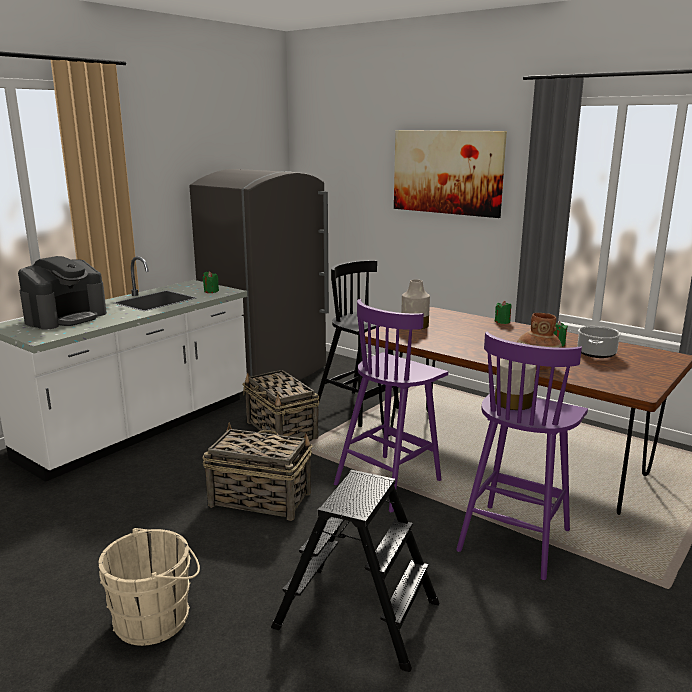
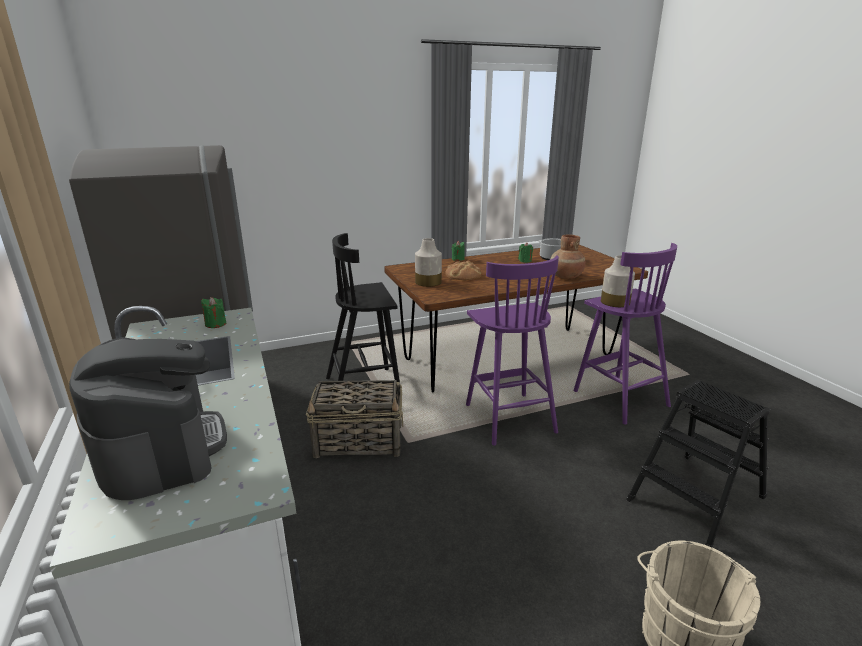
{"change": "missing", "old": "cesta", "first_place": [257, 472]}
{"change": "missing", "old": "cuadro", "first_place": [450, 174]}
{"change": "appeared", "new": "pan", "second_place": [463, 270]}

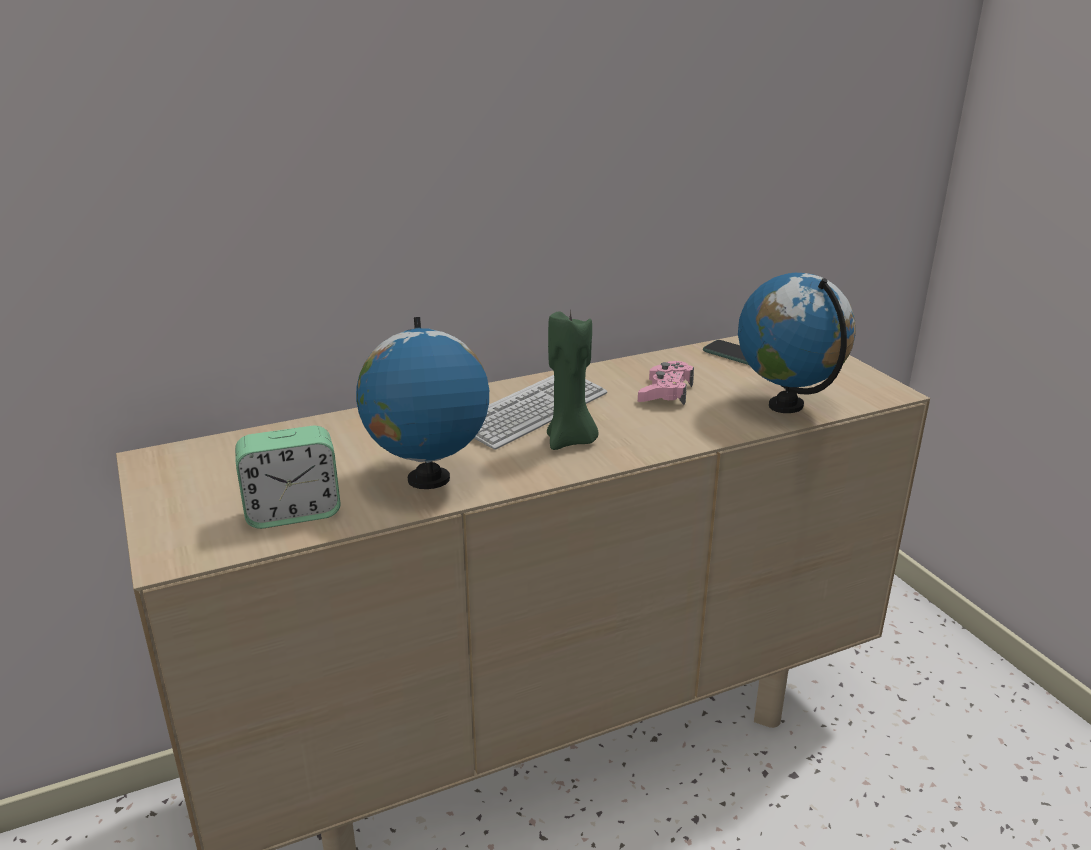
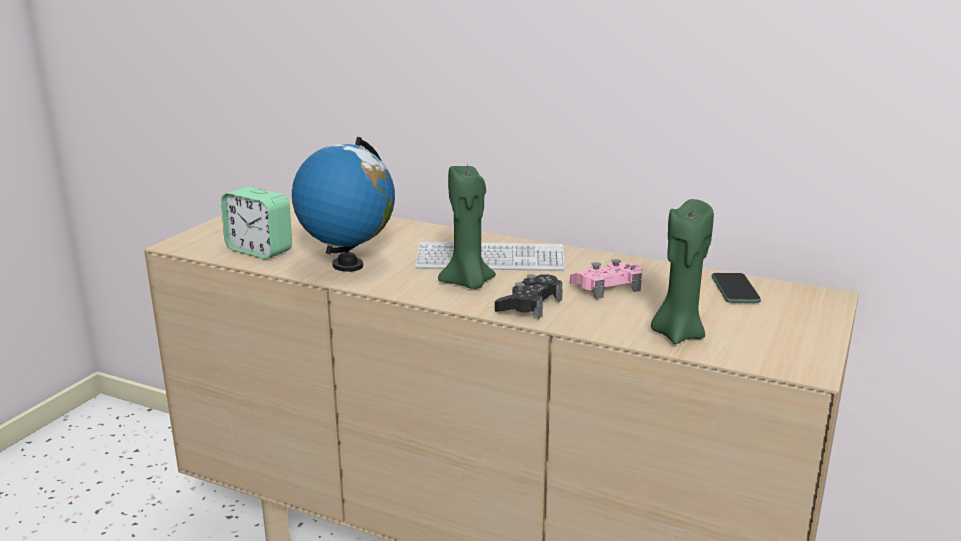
{"change": "appeared", "new": "mando de consola/negro", "second_place": [528, 296]}
{"change": "exchanged", "old": "globo terráqueo", "new": "vela/verde", "first_place": [797, 343], "second_place": [682, 271]}

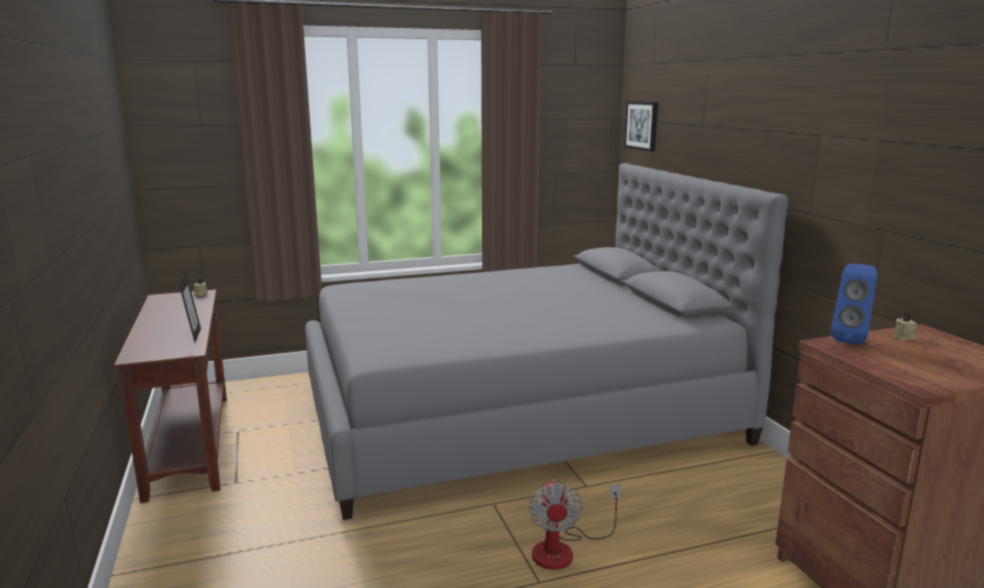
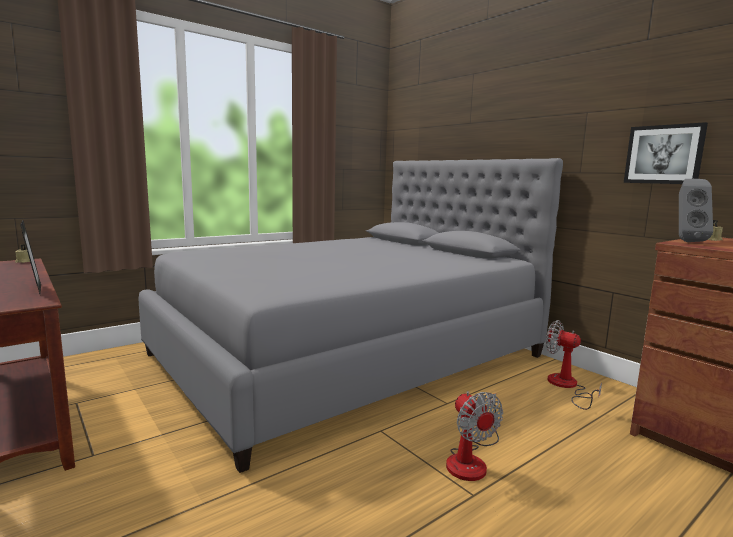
{"change": "appeared", "new": "ventilador", "second_place": [574, 365]}
{"change": "relocated", "old": "cuadro", "first_place": [641, 126], "second_place": [666, 153]}
{"change": "colour", "old": "altavoz/azul", "new": "altavoz/gris", "first_place": [854, 304], "second_place": [696, 210]}

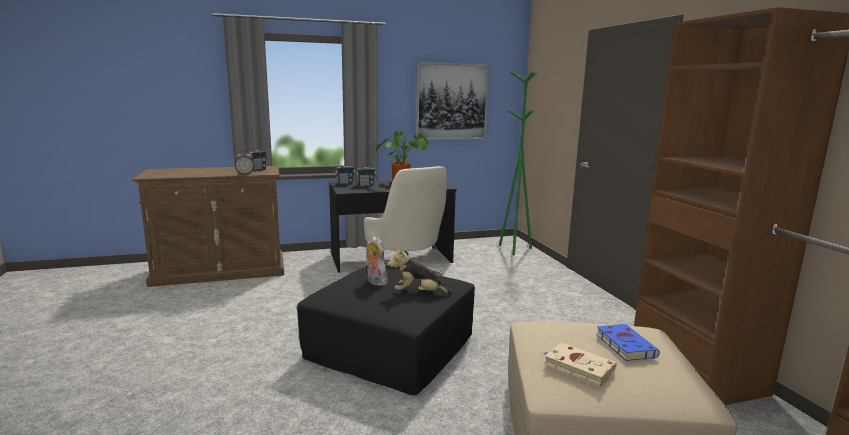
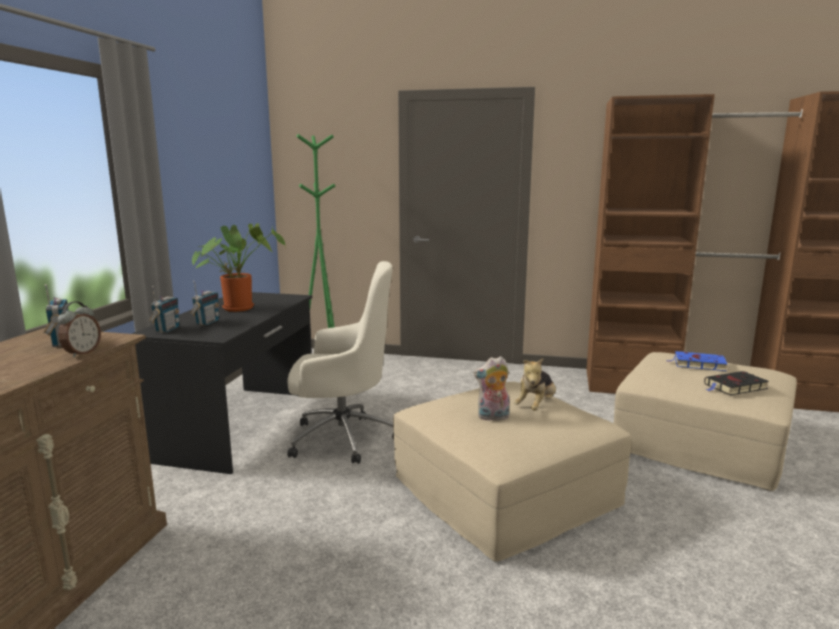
{"change": "missing", "old": "cuadro", "first_place": [452, 101]}
{"change": "colour", "old": "puf/negro", "new": "puf/beis", "first_place": [386, 330], "second_place": [512, 472]}
{"change": "colour", "old": "libro/beis", "new": "libro/negro", "first_place": [579, 365], "second_place": [736, 383]}

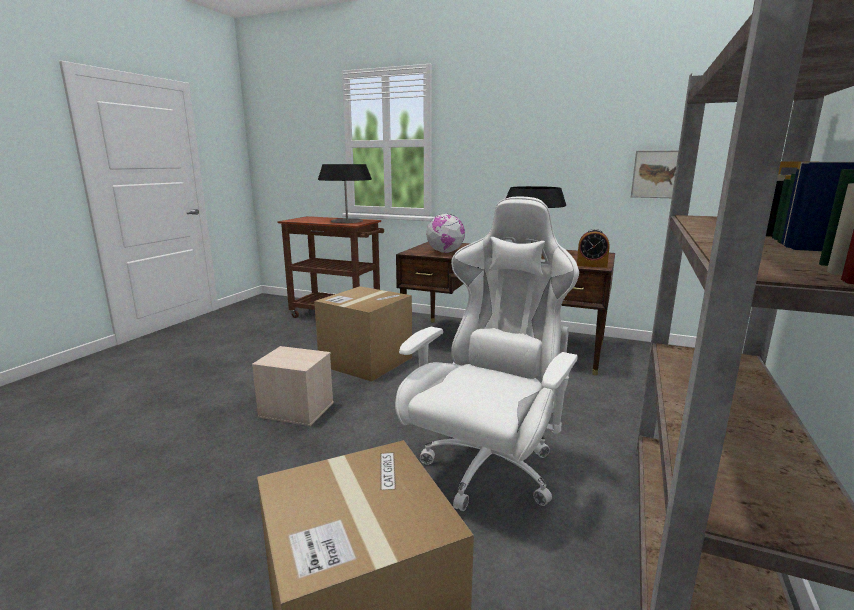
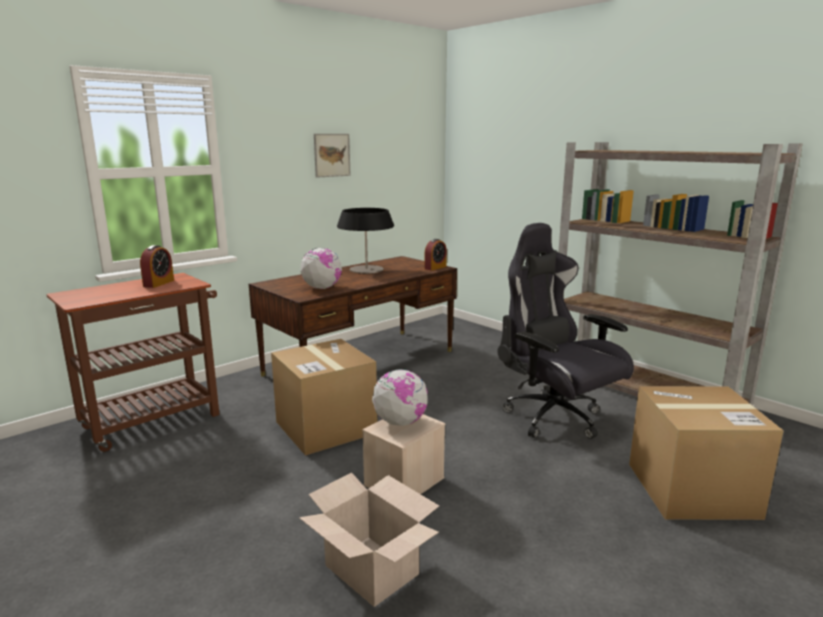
{"change": "appeared", "new": "caja de cartón", "second_place": [369, 539]}
{"change": "appeared", "new": "globo terráqueo", "second_place": [400, 397]}
{"change": "relocated", "old": "cuadro", "first_place": [655, 174], "second_place": [332, 156]}
{"change": "exchanged", "old": "lámpara de mesa", "new": "despertador", "first_place": [345, 193], "second_place": [157, 266]}
{"change": "colour", "old": "silla de oficina/blanco", "new": "silla de oficina/negro", "first_place": [487, 353], "second_place": [565, 331]}

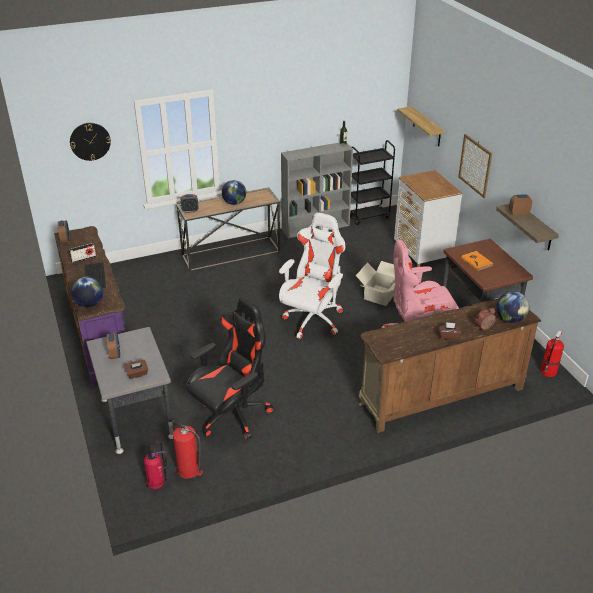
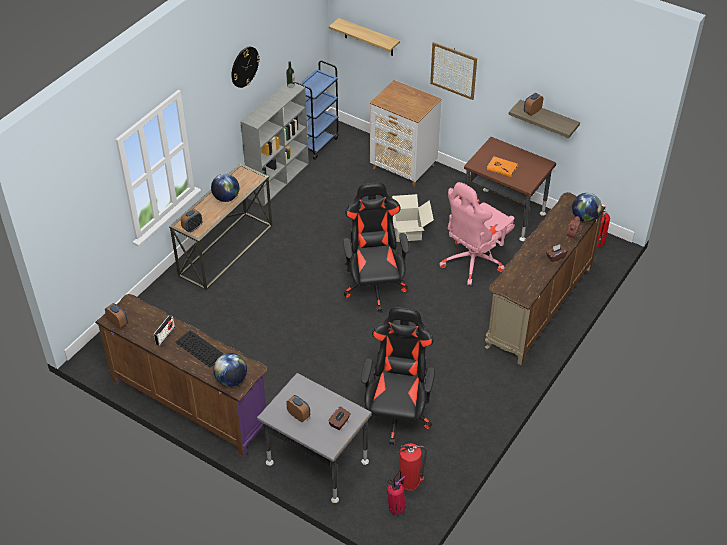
{"change": "relocated", "old": "reloj de pared", "first_place": [90, 142], "second_place": [246, 67]}
{"change": "colour", "old": "silla de oficina/blanco", "new": "silla de oficina/negro", "first_place": [312, 276], "second_place": [376, 247]}
{"change": "colour", "old": "carrito/negro", "new": "carrito/azul", "first_place": [372, 182], "second_place": [317, 110]}

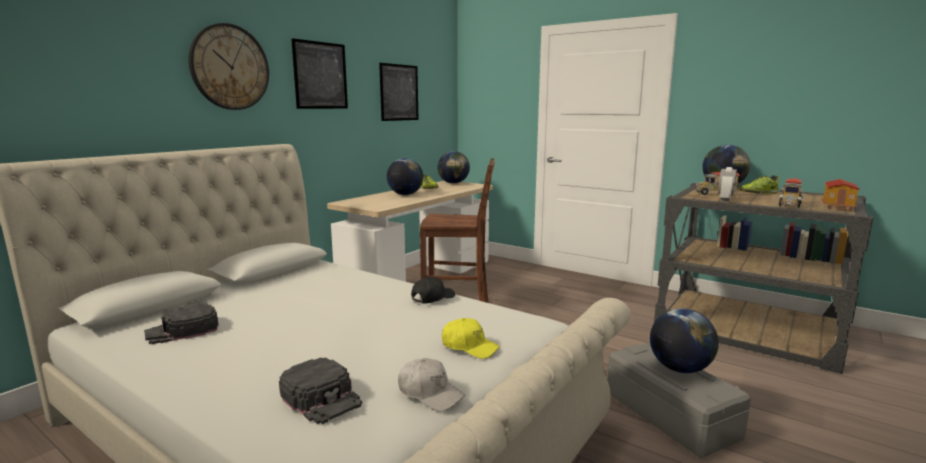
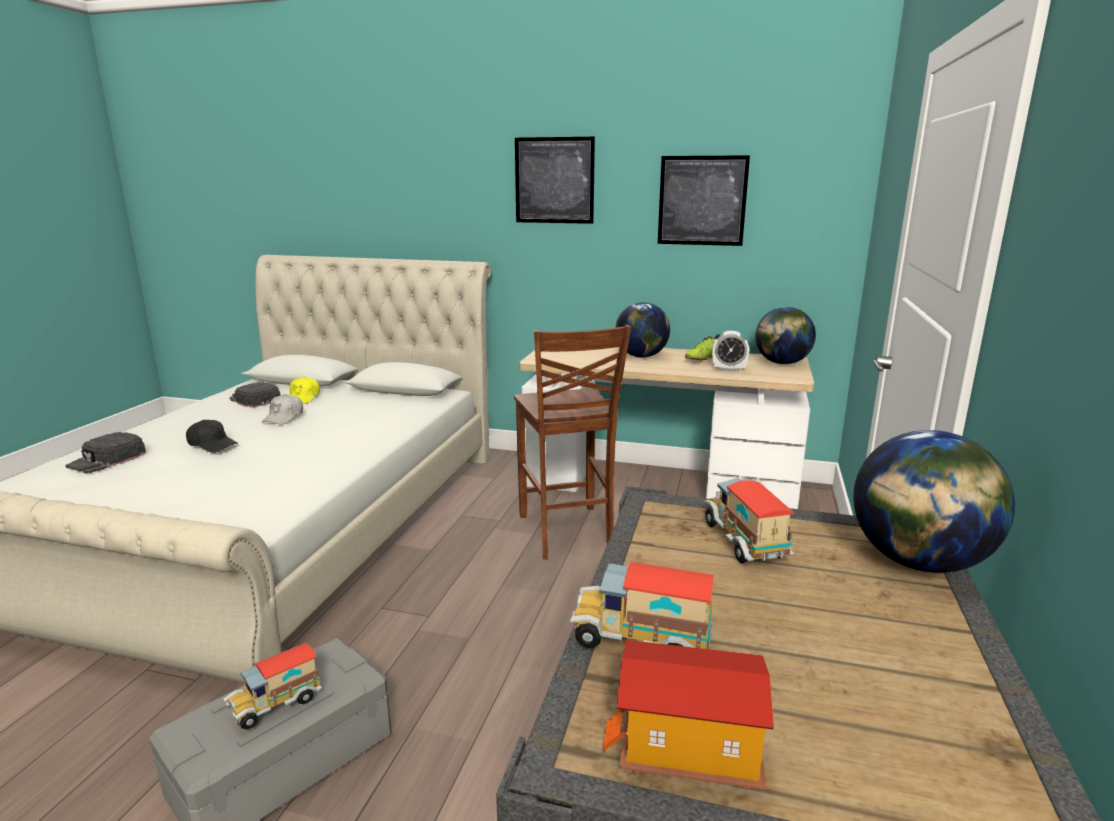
{"change": "missing", "old": "reloj de pared", "first_place": [229, 66]}
{"change": "missing", "old": "zapato", "first_place": [759, 184]}
{"change": "relocated", "old": "gorra/blanco", "first_place": [431, 385], "second_place": [282, 409]}
{"change": "relocated", "old": "gorra/negro", "first_place": [433, 290], "second_place": [212, 436]}
{"change": "relocated", "old": "gorra/amarillo", "first_place": [471, 338], "second_place": [305, 390]}
{"change": "relocated", "old": "despertador", "first_place": [727, 184], "second_place": [730, 351]}
{"change": "exchanged", "old": "globo terráqueo", "new": "camión de juguete", "first_place": [684, 340], "second_place": [273, 686]}

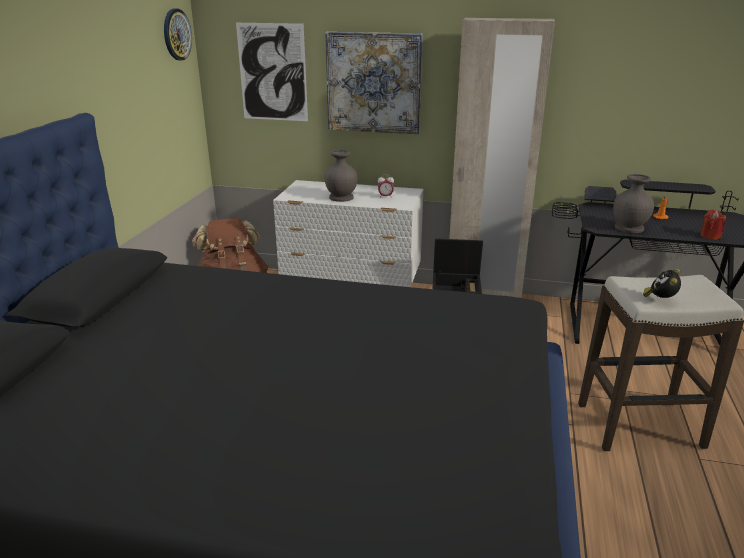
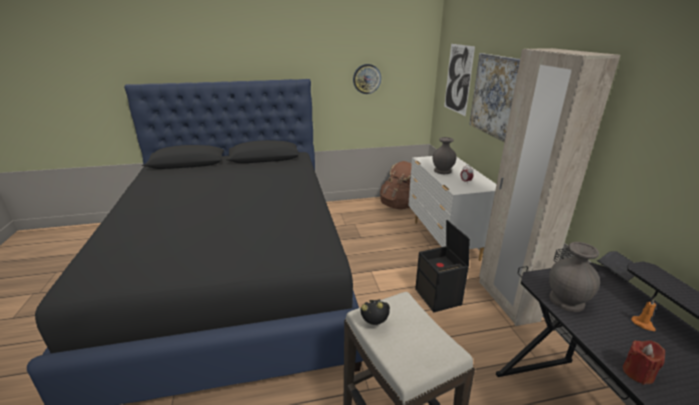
{"change": "relocated", "old": "reloj de pared", "first_place": [178, 34], "second_place": [367, 79]}

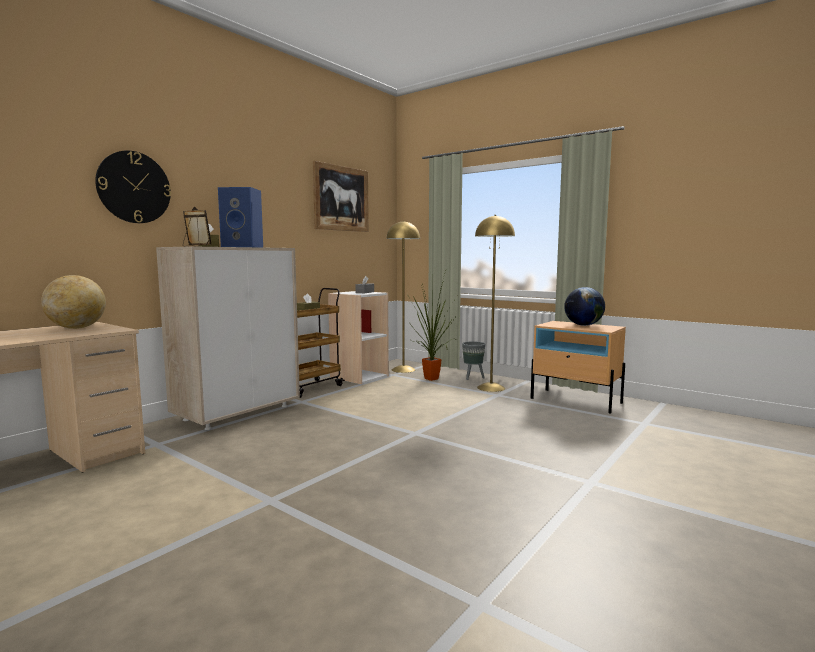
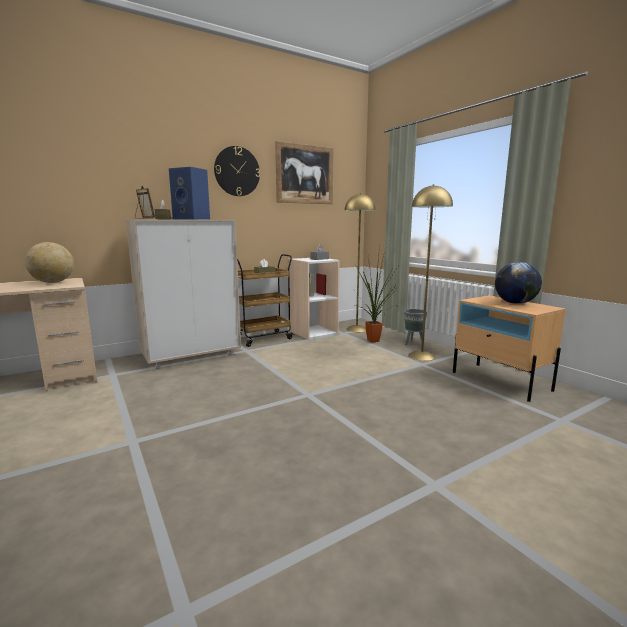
{"change": "relocated", "old": "reloj de pared", "first_place": [133, 187], "second_place": [237, 171]}

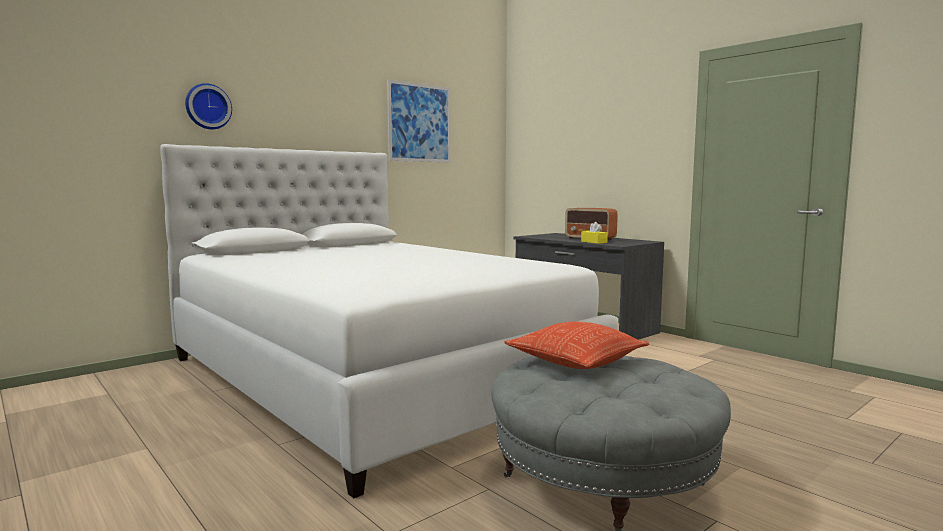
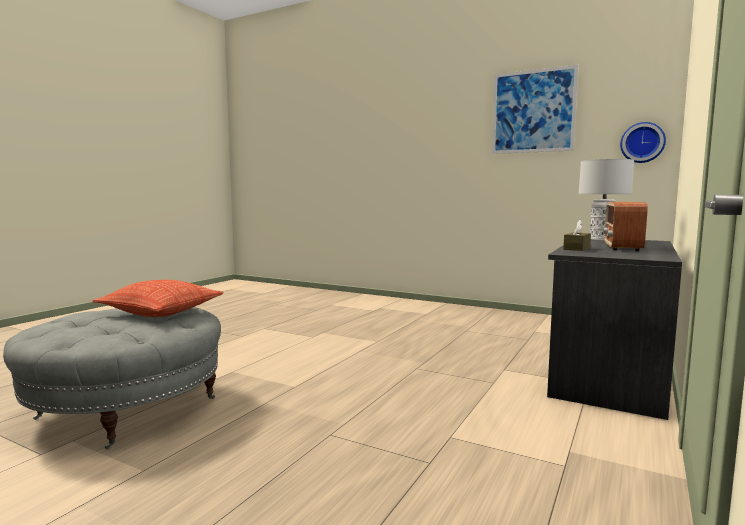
{"change": "missing", "old": "cama/blanco", "first_place": [389, 321]}
{"change": "appeared", "new": "lámpara de mesa/blanco", "second_place": [606, 200]}
{"change": "relocated", "old": "reloj de pared", "first_place": [208, 106], "second_place": [643, 142]}
{"change": "colour", "old": "caja de pañuelos/amarillo", "new": "caja de pañuelos/marrón", "first_place": [594, 233], "second_place": [577, 235]}

